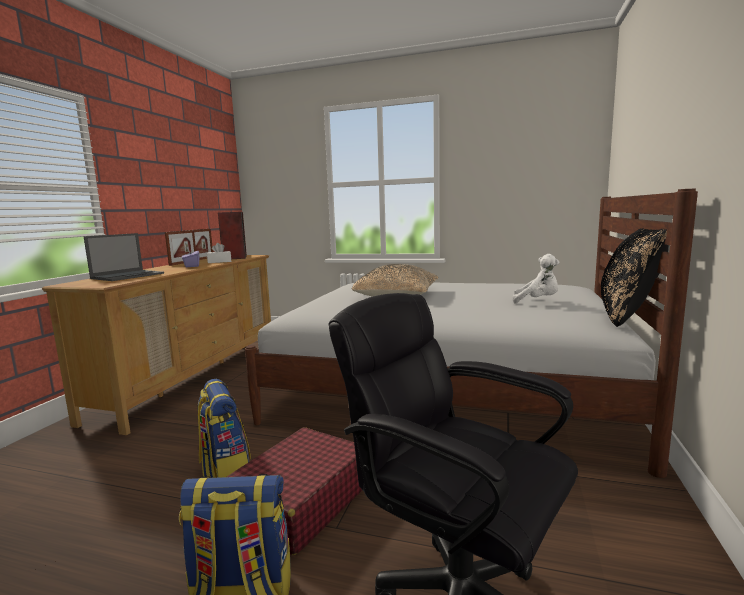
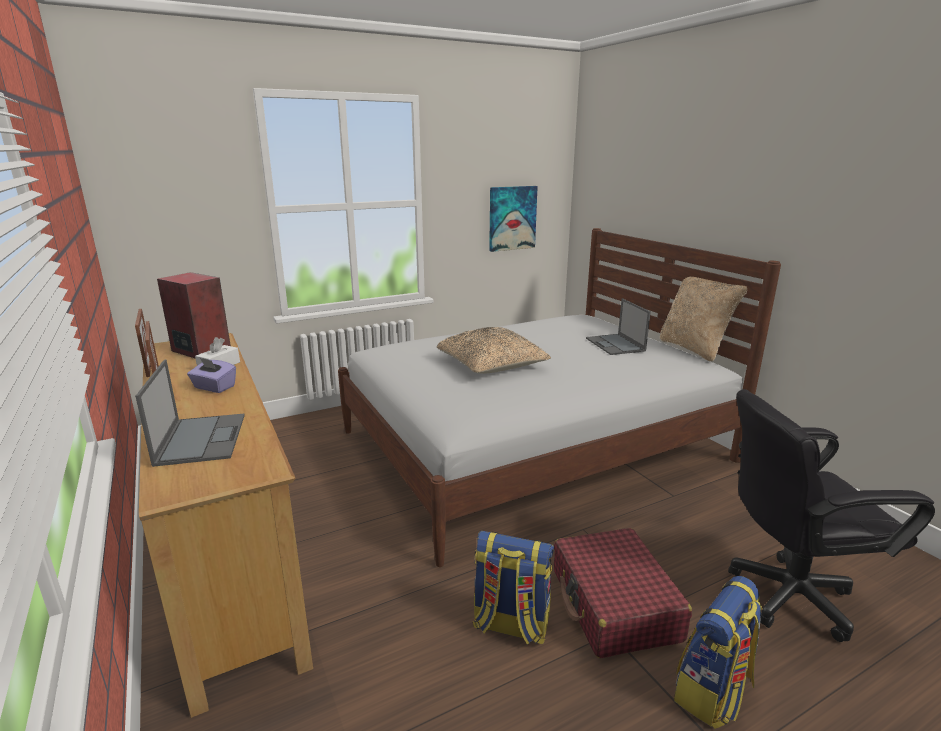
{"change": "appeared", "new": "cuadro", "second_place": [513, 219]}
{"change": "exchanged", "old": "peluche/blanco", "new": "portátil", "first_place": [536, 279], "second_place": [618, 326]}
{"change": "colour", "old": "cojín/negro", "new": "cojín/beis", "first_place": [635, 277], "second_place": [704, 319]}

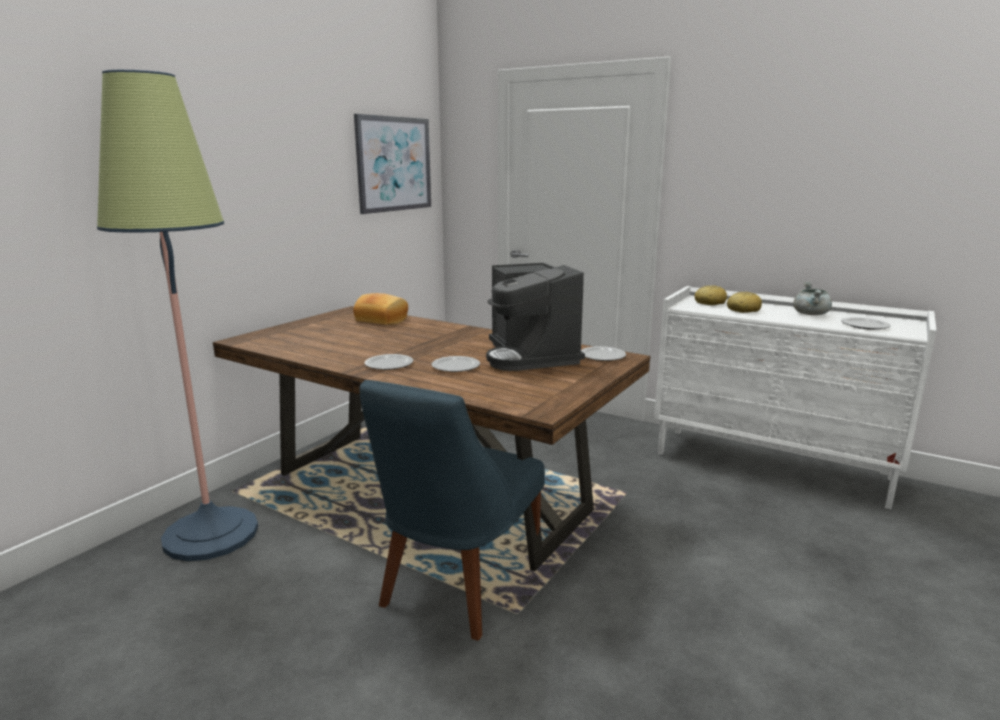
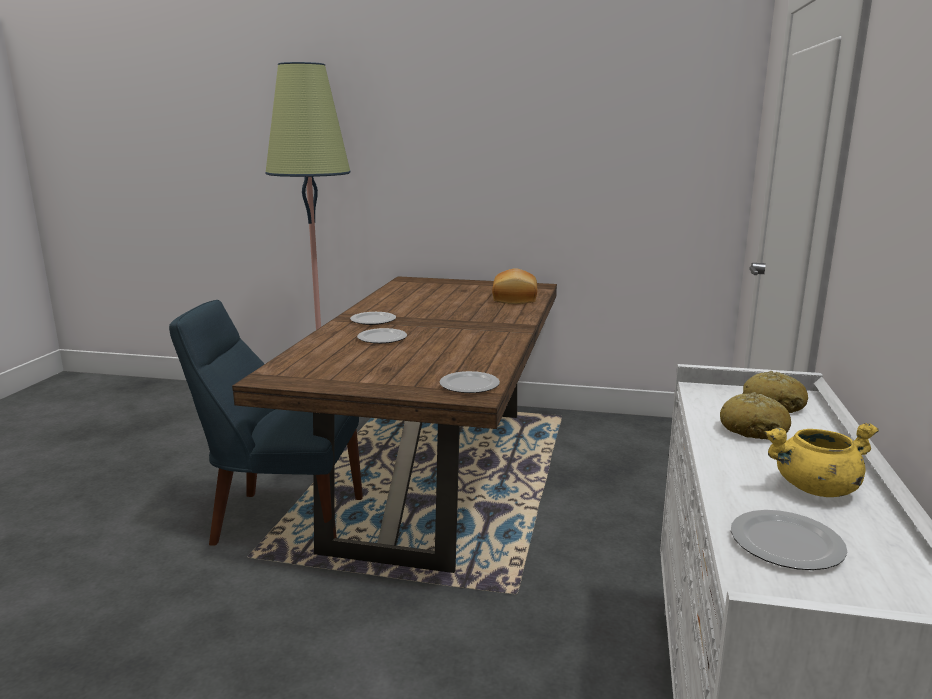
{"change": "missing", "old": "cuadro", "first_place": [392, 164]}
{"change": "missing", "old": "cafetera", "first_place": [535, 317]}
{"change": "colour", "old": "olla/gris", "new": "olla/amarillo", "first_place": [812, 298], "second_place": [822, 460]}

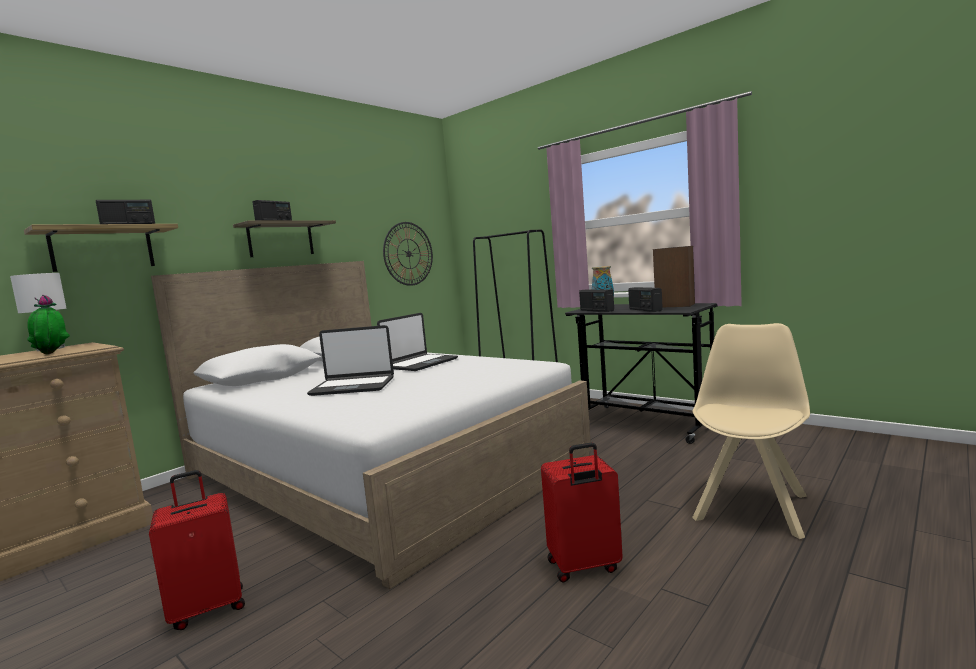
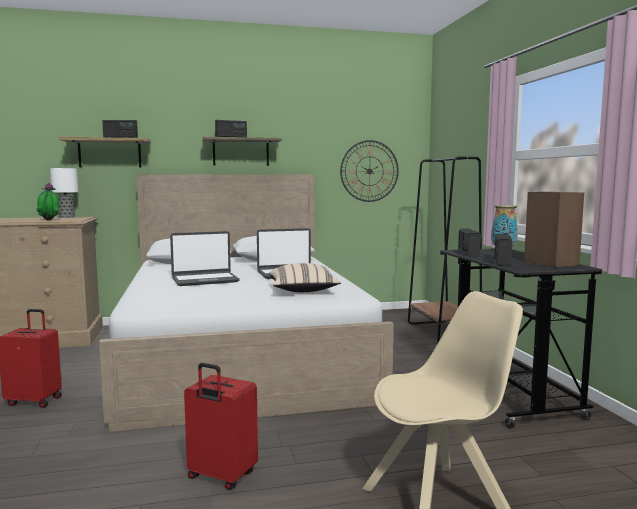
{"change": "appeared", "new": "cojín/beis", "second_place": [305, 277]}
{"change": "spun", "old": "portátil", "first_place": [350, 360], "second_place": [205, 258], "degrees": -60}

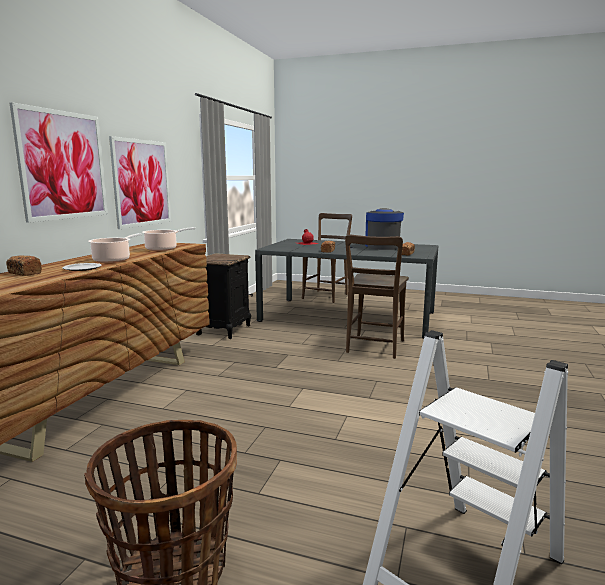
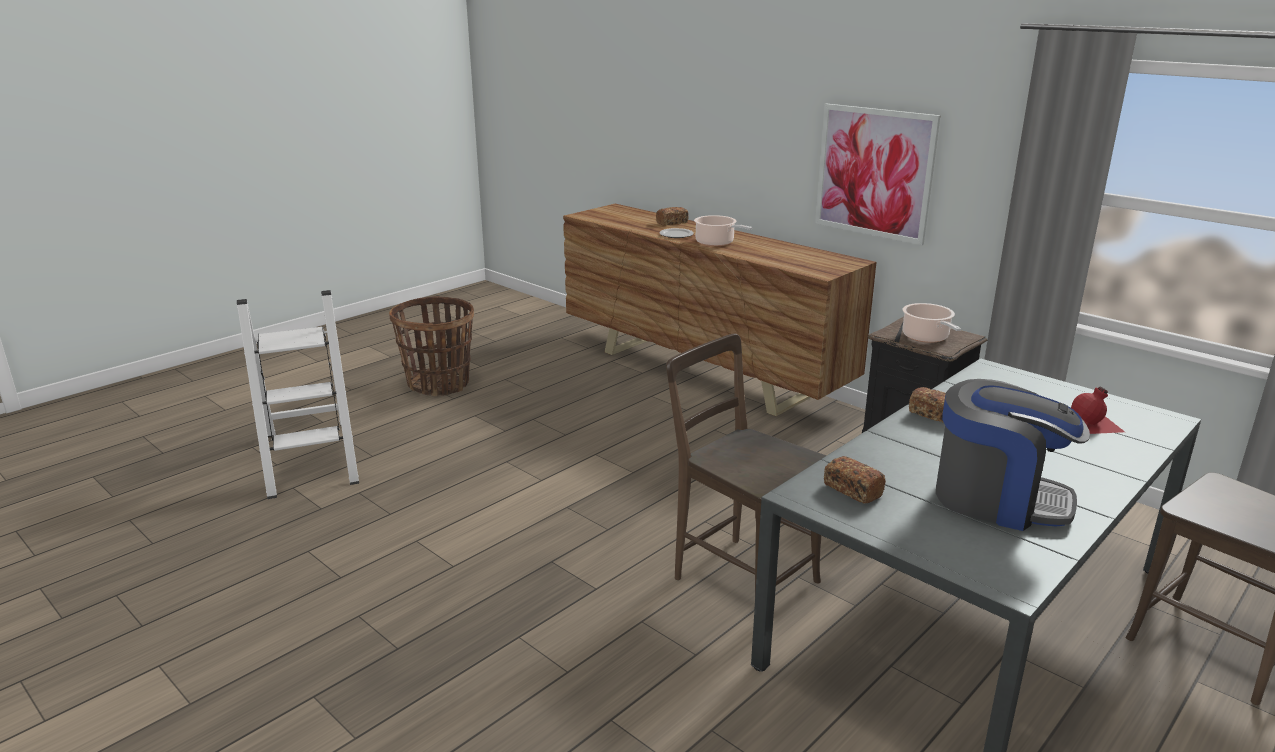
{"change": "missing", "old": "cuadro", "first_place": [59, 162]}
{"change": "relocated", "old": "olla", "first_place": [169, 239], "second_place": [932, 323]}

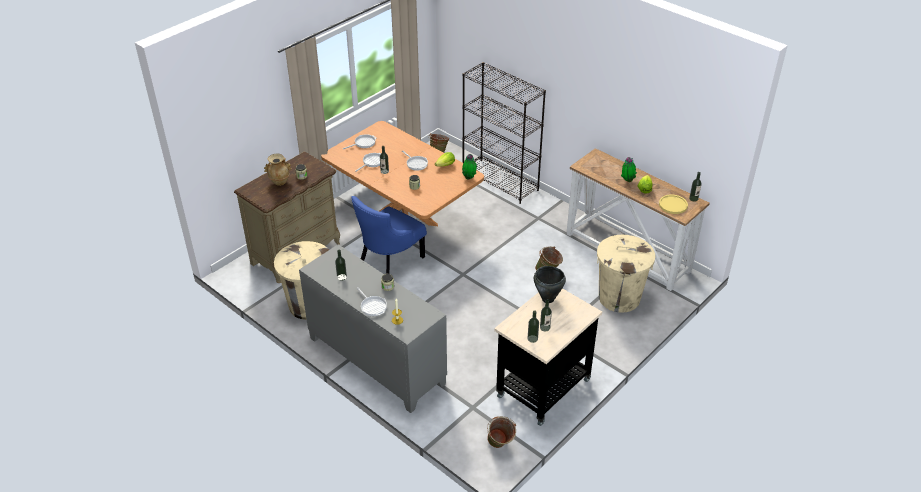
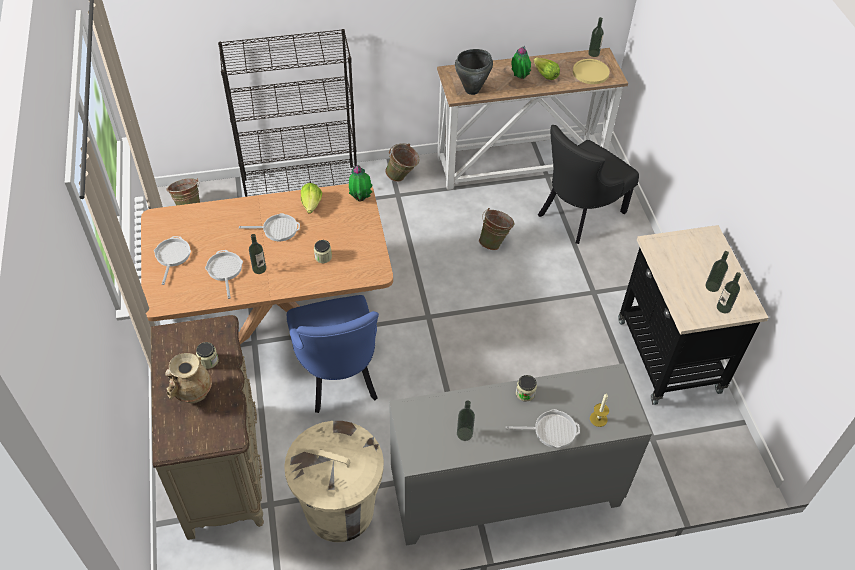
{"change": "relocated", "old": "cubo/verde", "first_place": [501, 432], "second_place": [402, 162]}
{"change": "relocated", "old": "olla/negro", "first_place": [550, 284], "second_place": [474, 72]}
{"change": "exchanged", "old": "papelera/beis", "new": "silla/negro", "first_place": [626, 274], "second_place": [588, 184]}

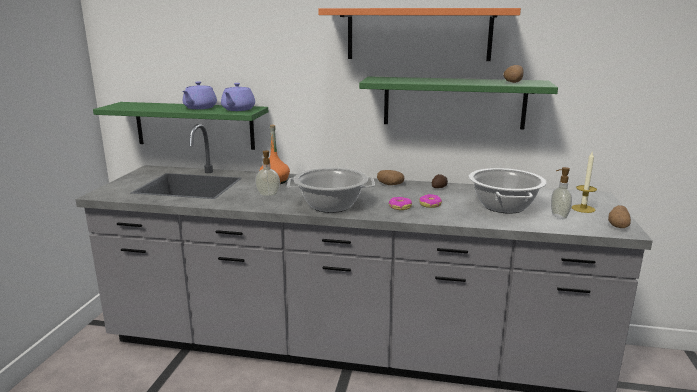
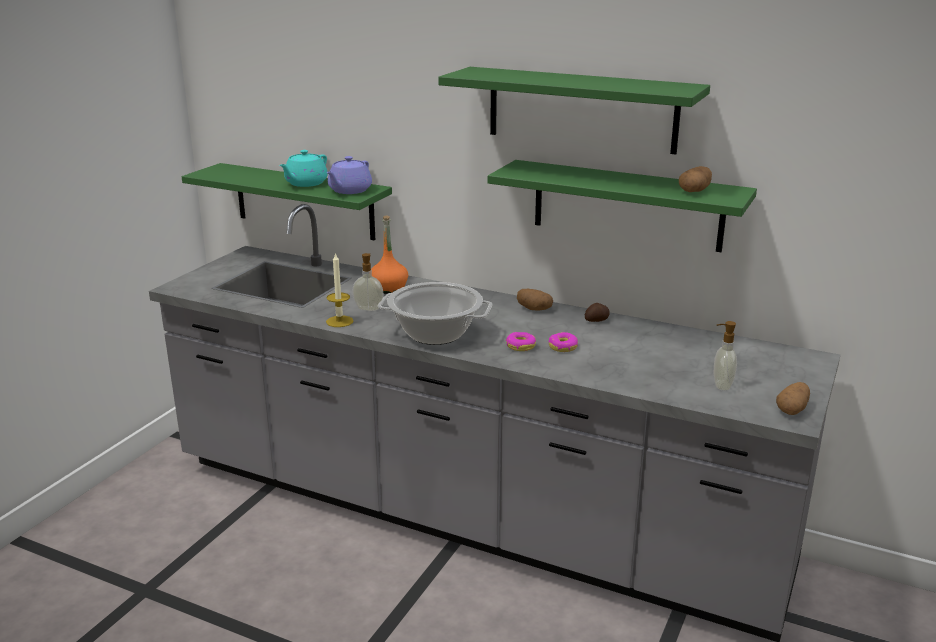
{"change": "missing", "old": "olla", "first_place": [508, 191]}
{"change": "relocated", "old": "vela", "first_place": [584, 182], "second_place": [339, 289]}
{"change": "colour", "old": "tetera/morado", "new": "tetera/turquesa", "first_place": [200, 95], "second_place": [303, 168]}
{"change": "colour", "old": "estante/naranja", "new": "estante/verde", "first_place": [419, 34], "second_place": [574, 110]}

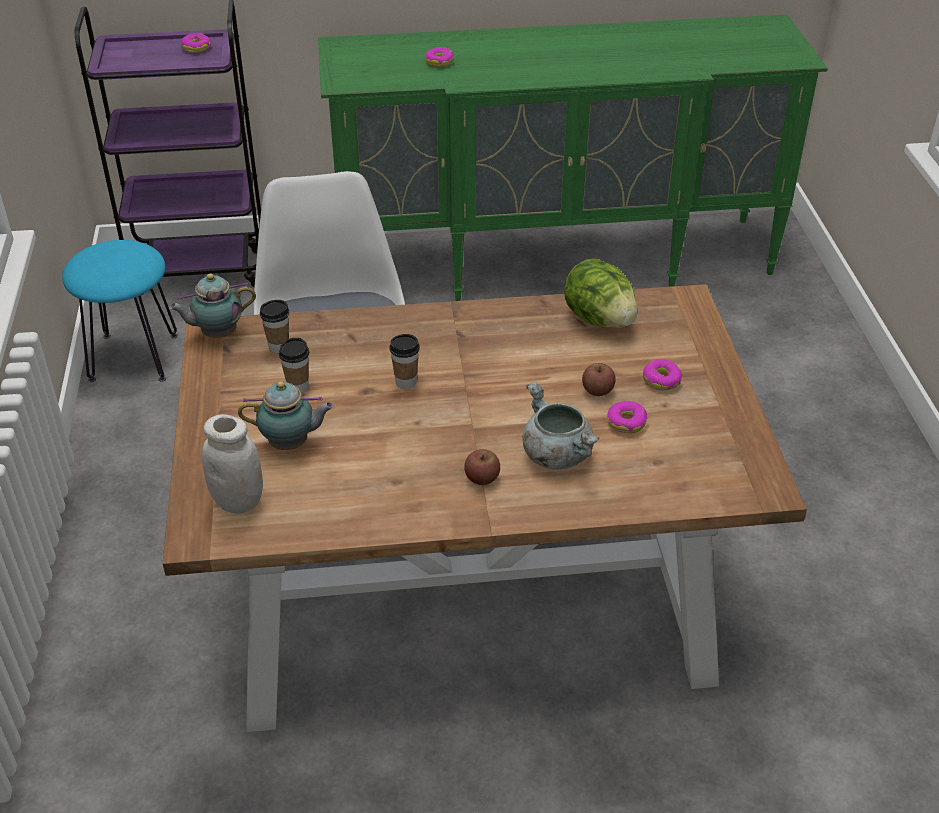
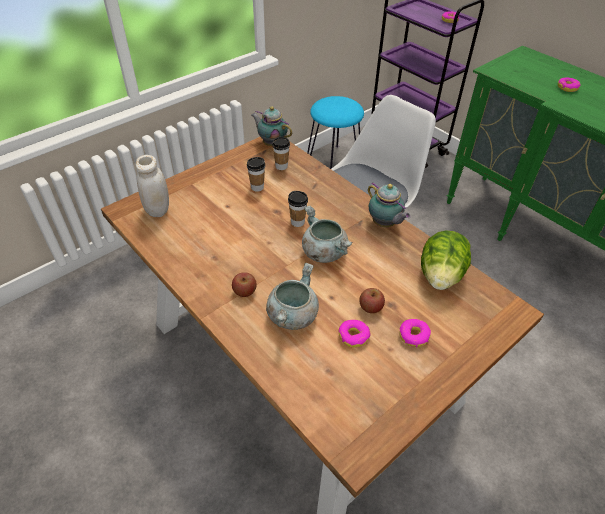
{"change": "appeared", "new": "olla/gris", "second_place": [327, 234]}
{"change": "relocated", "old": "tetera", "first_place": [286, 415], "second_place": [389, 204]}

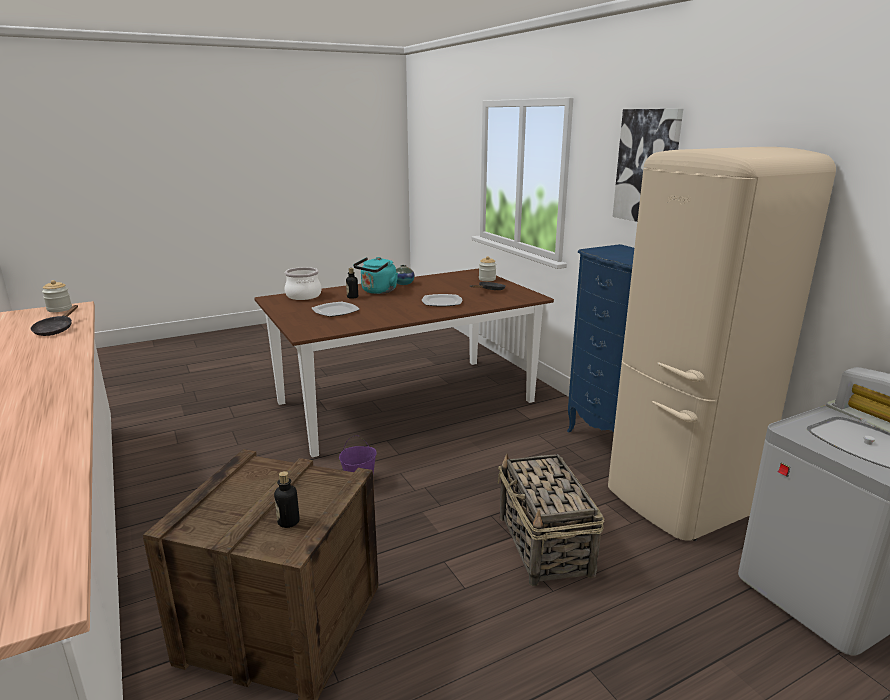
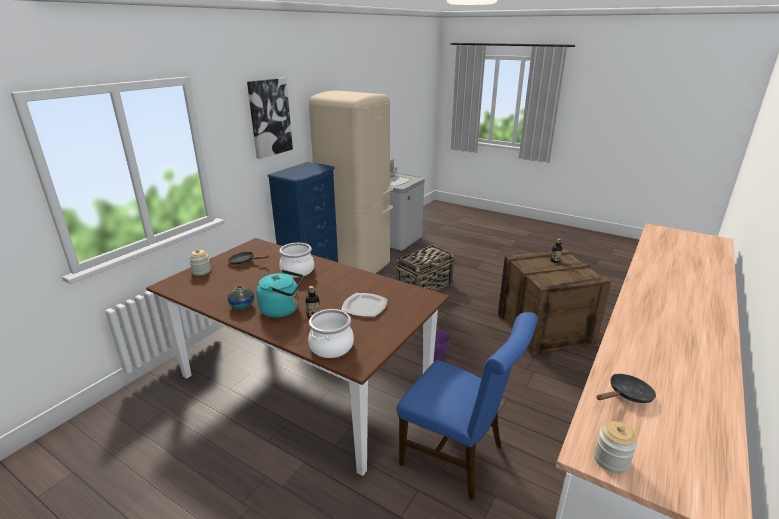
{"change": "appeared", "new": "silla/azul", "second_place": [467, 406]}
{"change": "exchanged", "old": "plato", "new": "olla", "first_place": [442, 300], "second_place": [296, 260]}

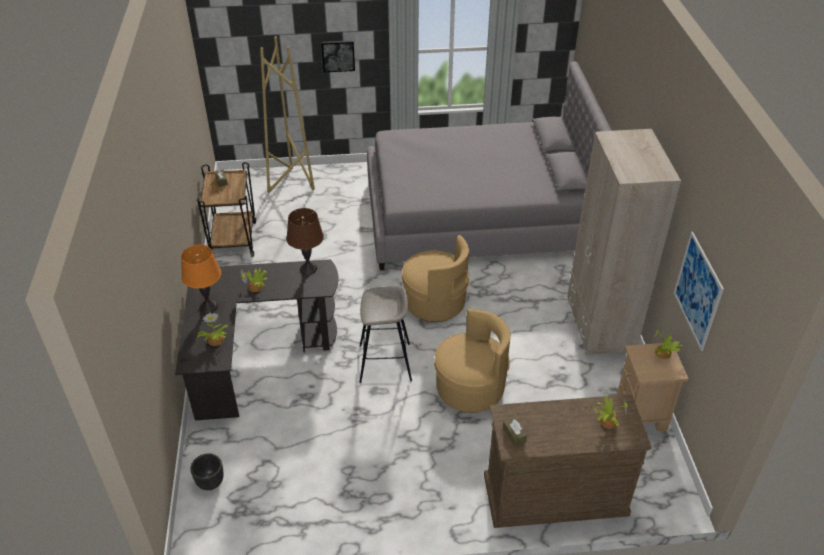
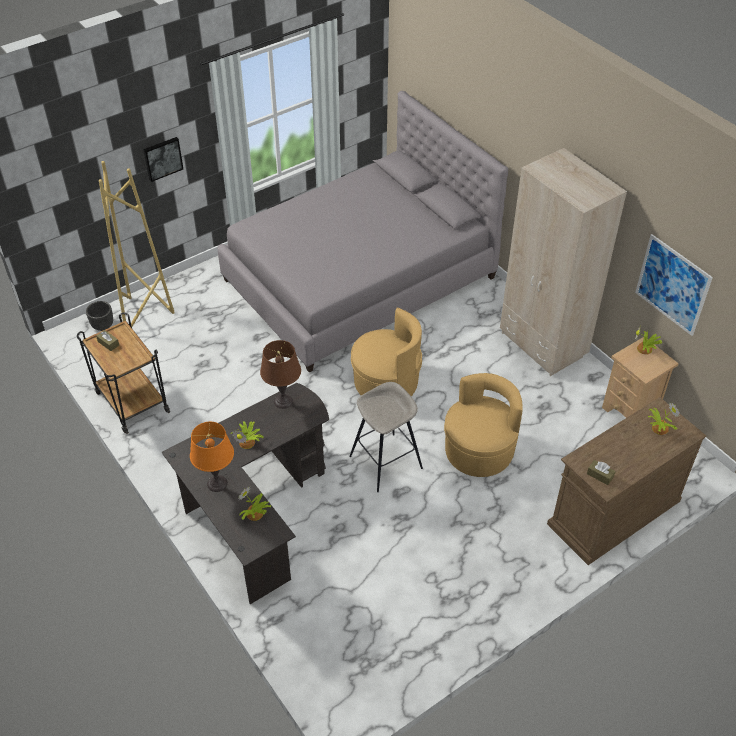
{"change": "relocated", "old": "maceta/negro", "first_place": [207, 471], "second_place": [99, 316]}

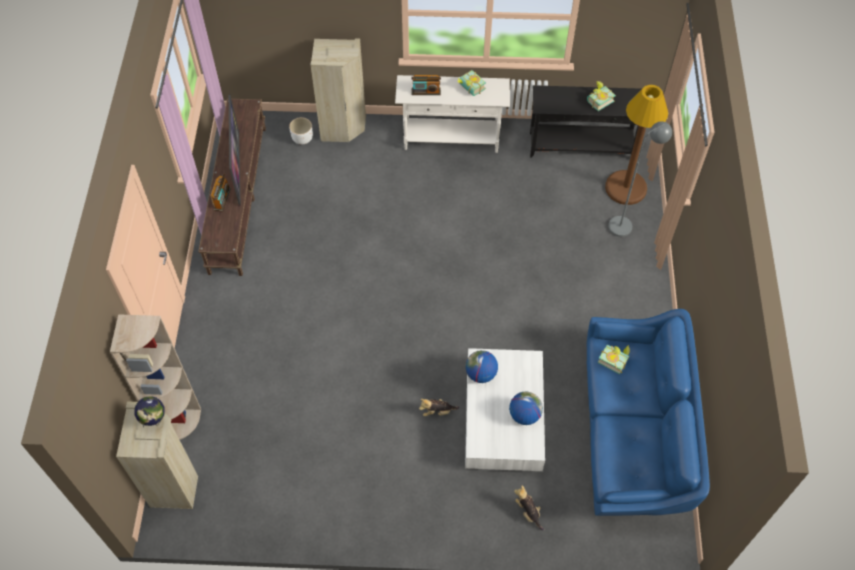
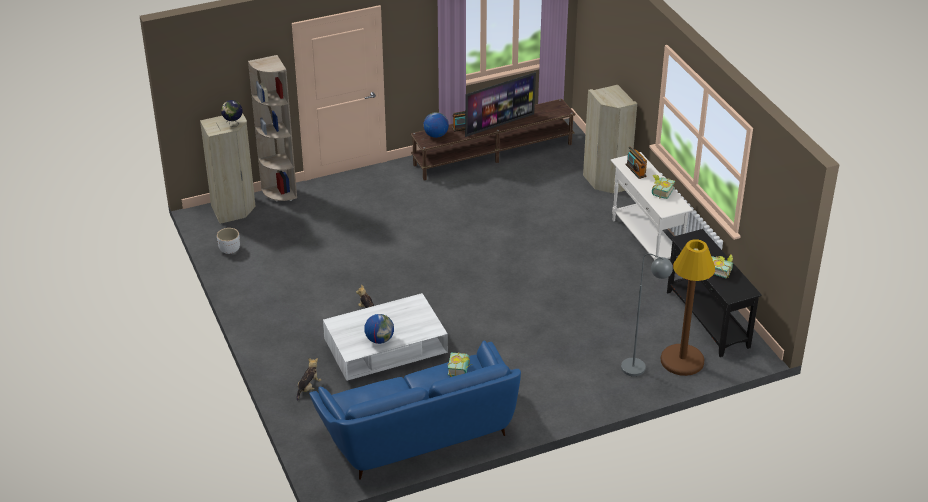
{"change": "relocated", "old": "maceta/blanco", "first_place": [301, 131], "second_place": [228, 241]}
{"change": "relocated", "old": "globo terráqueo", "first_place": [481, 366], "second_place": [436, 125]}

